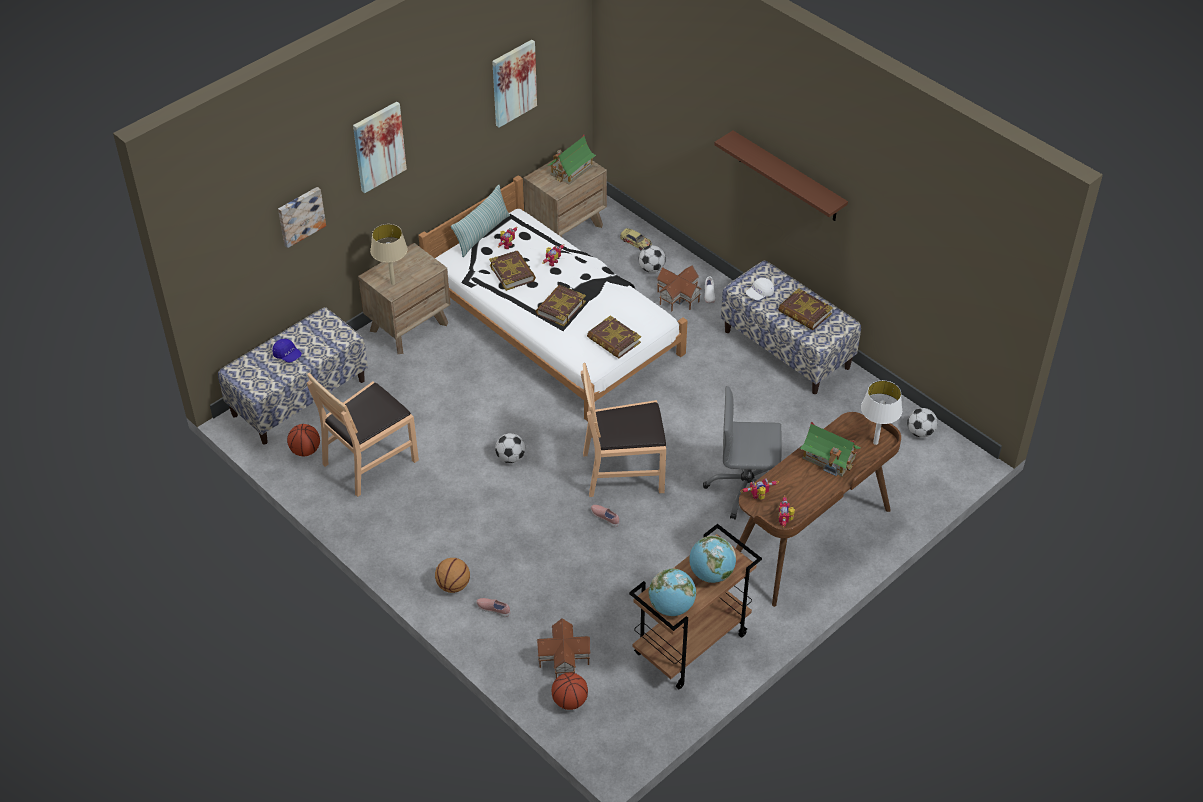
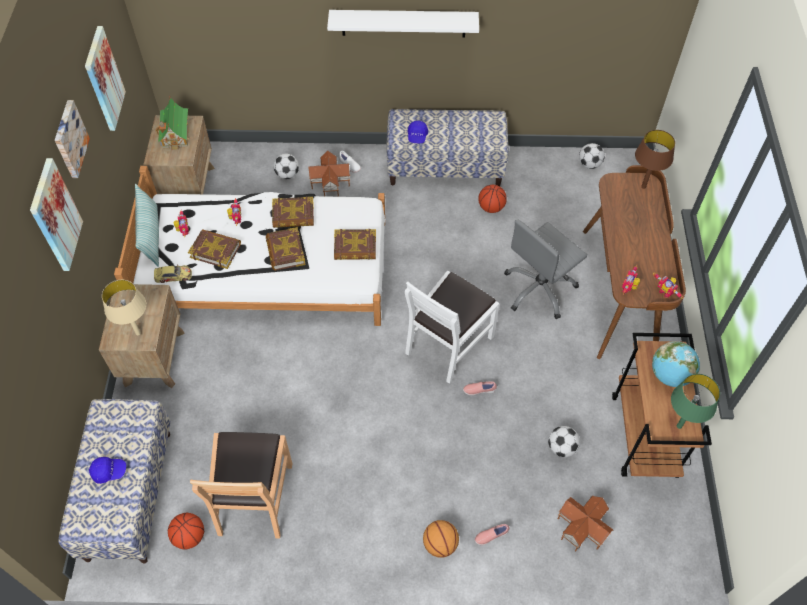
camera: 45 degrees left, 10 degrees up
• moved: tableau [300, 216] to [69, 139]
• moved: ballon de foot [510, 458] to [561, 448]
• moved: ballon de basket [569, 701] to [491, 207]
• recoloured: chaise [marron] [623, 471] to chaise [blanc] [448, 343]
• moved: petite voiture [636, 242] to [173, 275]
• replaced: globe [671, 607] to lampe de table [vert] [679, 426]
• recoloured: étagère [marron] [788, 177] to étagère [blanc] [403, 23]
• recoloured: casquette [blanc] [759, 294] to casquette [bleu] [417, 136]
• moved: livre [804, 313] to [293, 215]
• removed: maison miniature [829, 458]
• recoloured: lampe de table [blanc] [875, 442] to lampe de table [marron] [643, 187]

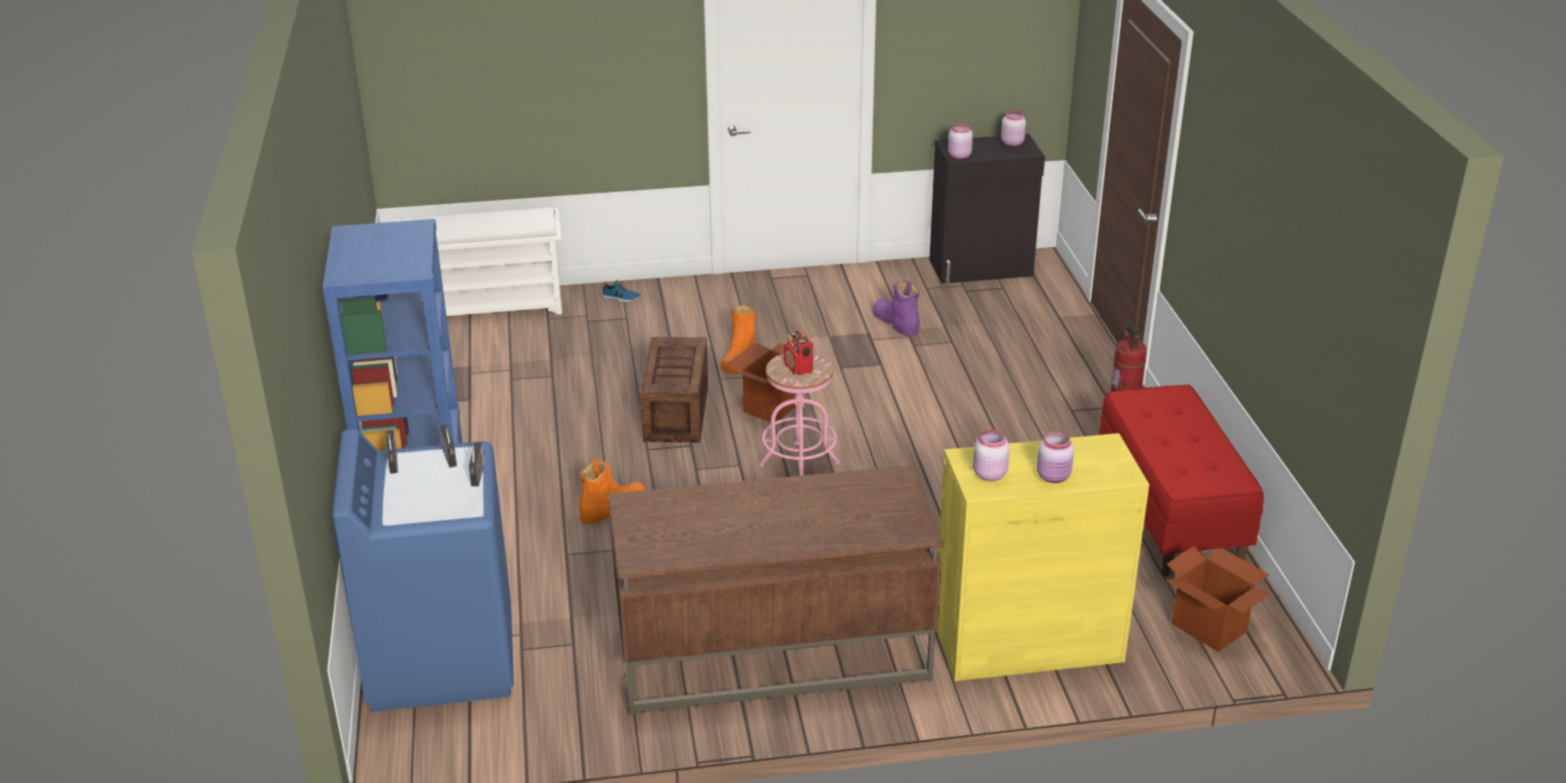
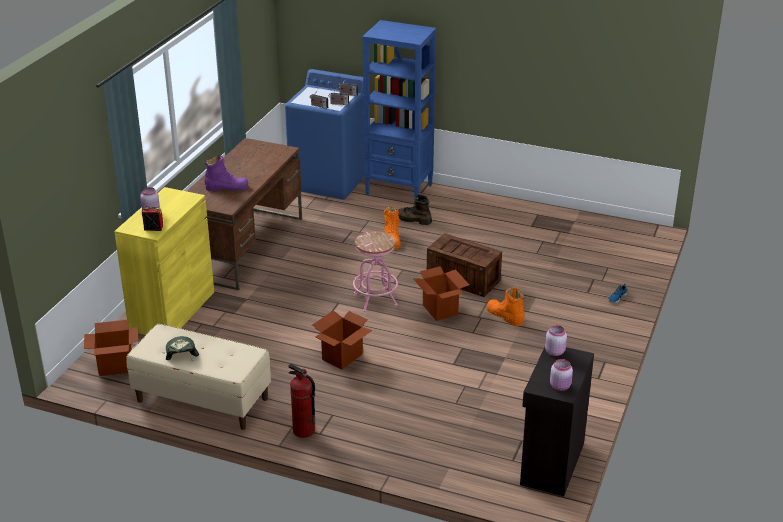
camera: 120 degrees right, 0 degrees up
• removed: étagère à chaussures [blanc] [488, 307]
• moved: radio [798, 368] to [153, 228]
• moved: botte [violet] [895, 322] to [227, 187]
• removed: bocal [rose] [988, 474]
• recoloured: banc [rouge] [1171, 515] to banc [beige] [202, 400]
• added: casquette [180, 352]
• added: carton [342, 357]
• added: botte [marron] [413, 220]

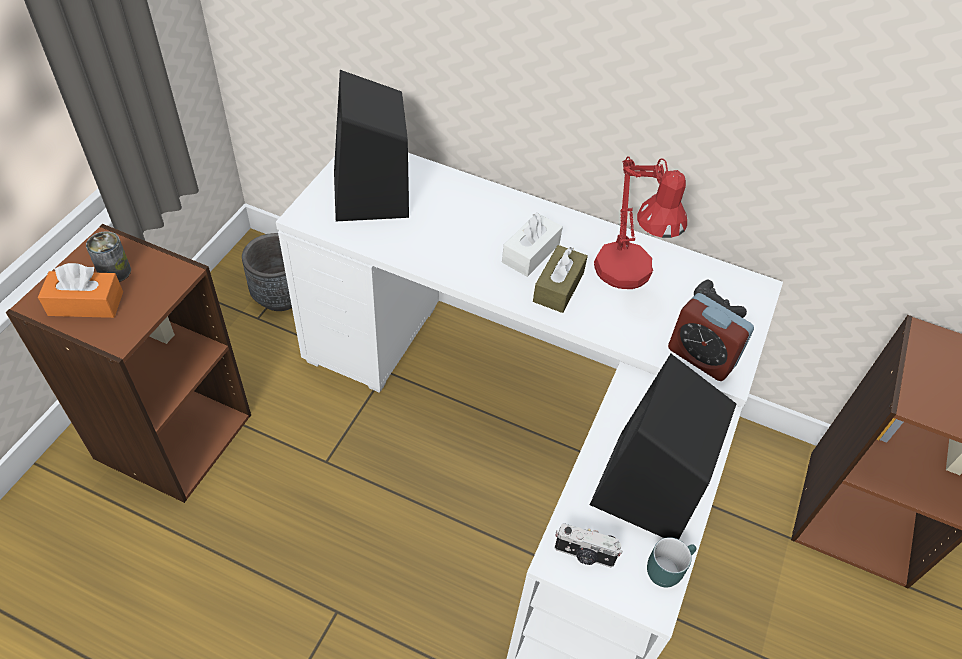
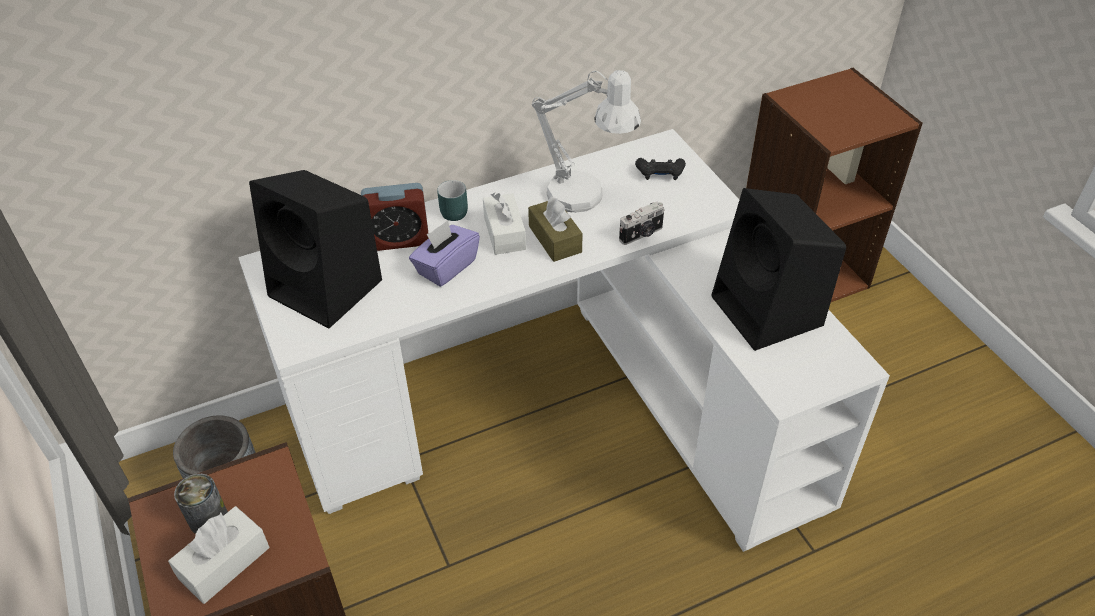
camera: 45 degrees left, 5 degrees down
• recoloured: boîte à mouchoirs [orange] [86, 303] to boîte à mouchoirs [blanc] [224, 563]
• moved: appareil photo [584, 555] to [642, 235]
• recoloured: lampe de table [rouge] [627, 277] to lampe de table [blanc] [586, 198]
• moved: mug [turquoise] [666, 567] to [453, 210]
• moved: réveil [701, 357] to [399, 239]
• added: boîte à mouchoirs [violet] [446, 267]

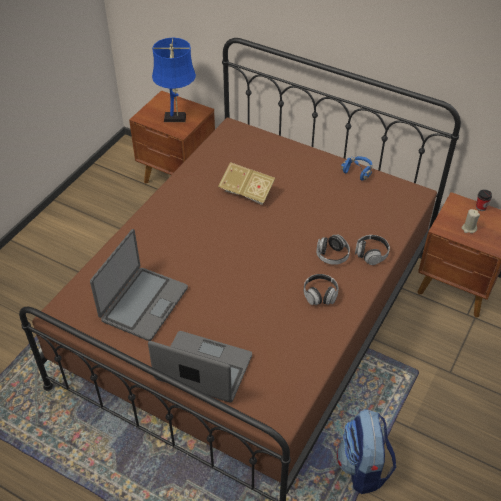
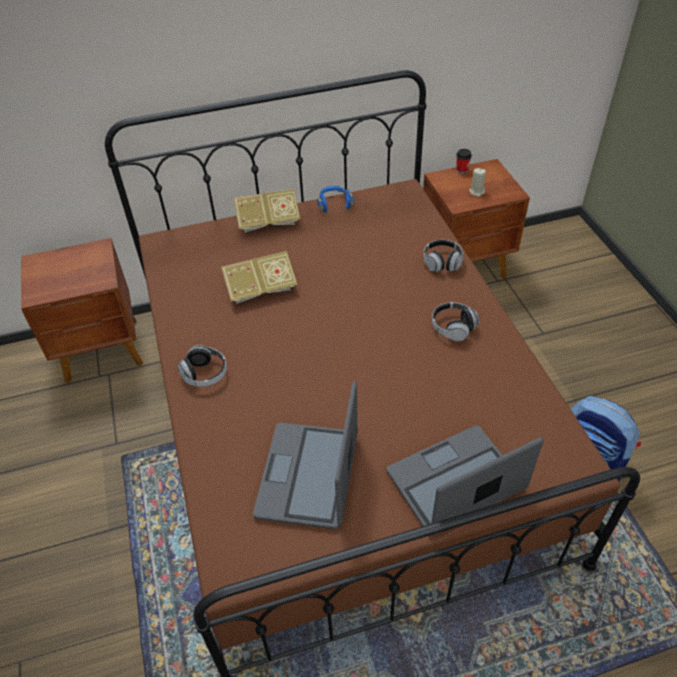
camera: 45 degrees left, 0 degrees up
• turned: ordinateur portable [143, 304] = [309, 475] 150 degrees counterclockwise
• removed: lampe de table [bleu] [177, 118]
• moved: casque audio [332, 256] to [205, 374]
• added: livre [268, 222]

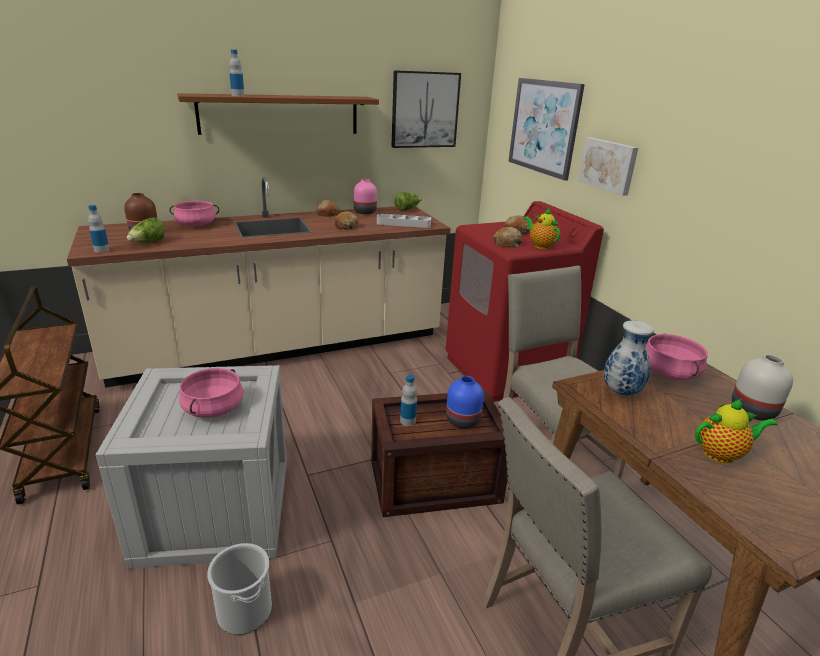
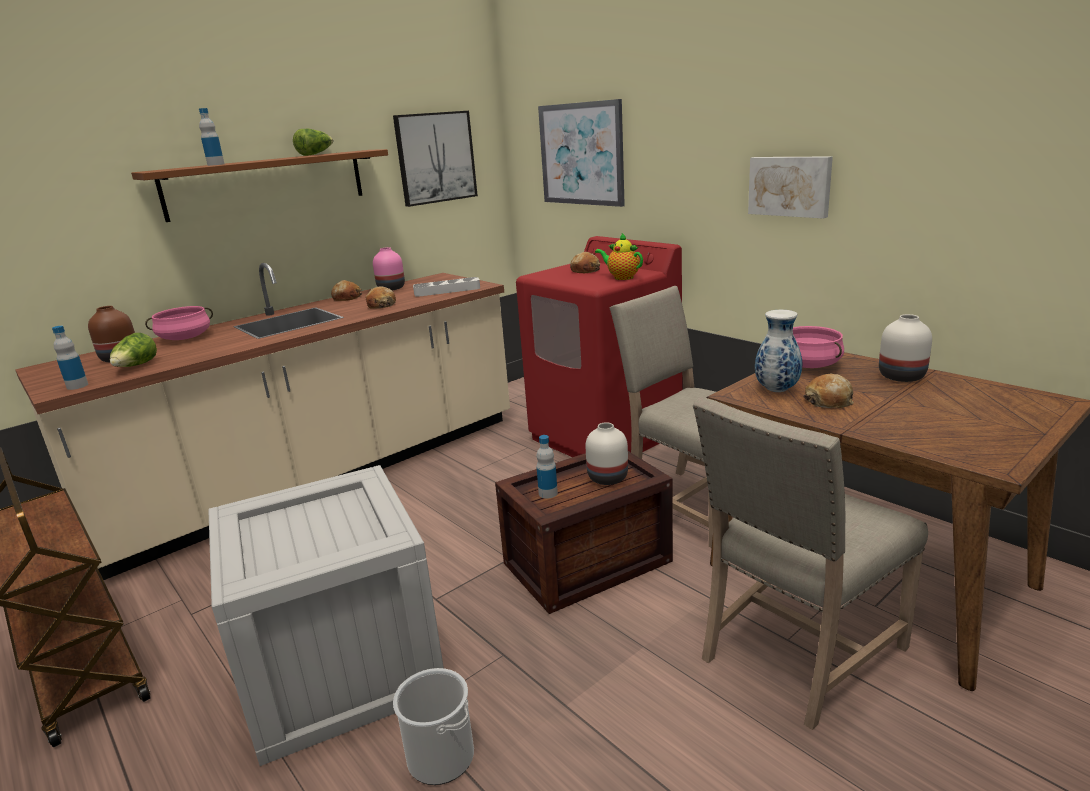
camera: 15 degrees left, 5 degrees down
• removed: marmite [rose] [214, 409]
• moved: laitue [407, 209] to [315, 154]
• recoloured: vase [bleu] [462, 420] to vase [blanc] [607, 477]
• moved: pain [507, 243] to [829, 401]
• moved: tableau [608, 165] to [790, 186]
• removed: théière [722, 454]

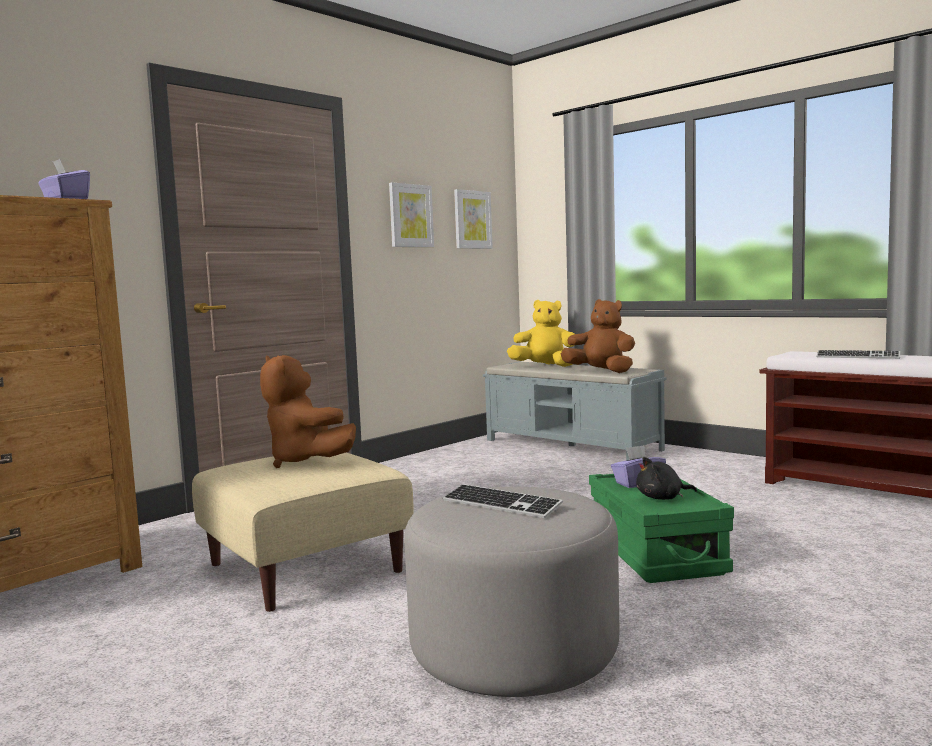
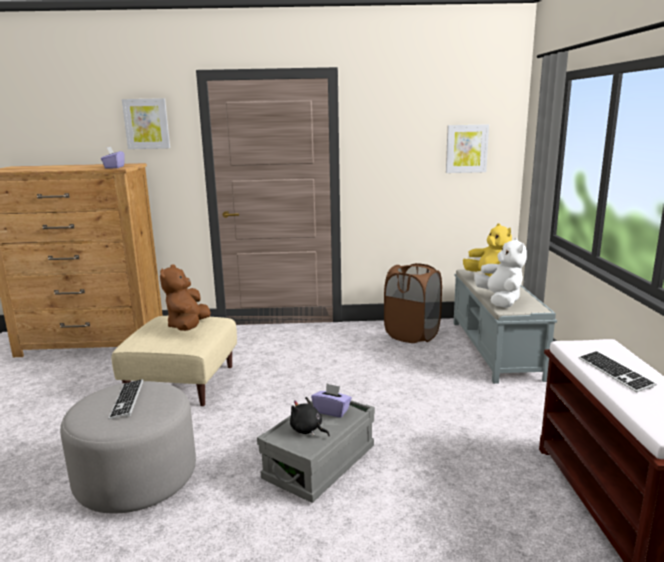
camera: 45 degrees right, 10 degrees up
• moved: tableau [410, 216] to [146, 124]
• recoloured: peluche [marron] [601, 372] to peluche [blanc] [500, 300]
• recoloured: boîte de rangement [vert] [656, 552] to boîte de rangement [gris] [319, 463]
• added: panier à linge [marron] [412, 335]

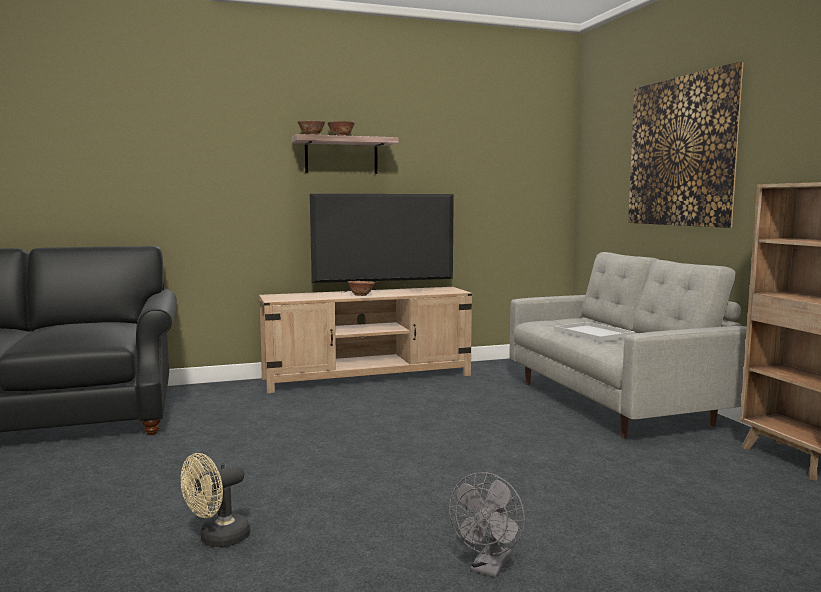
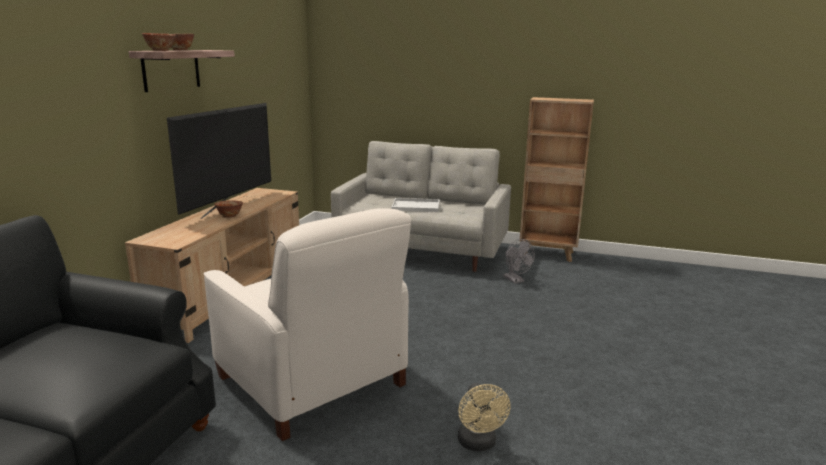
camera: 55 degrees left, 10 degrees up
• moved: ventilateur [gris] [489, 568] to [516, 280]
• removed: tableau [681, 152]
• added: fauteuil [blanc] [312, 381]

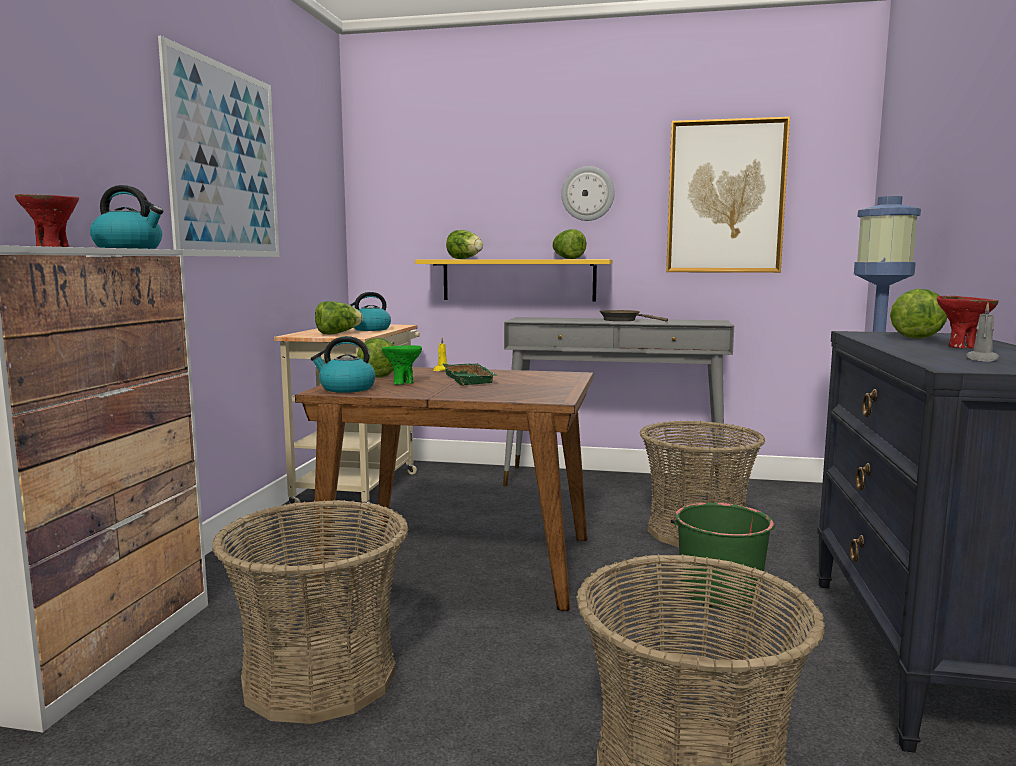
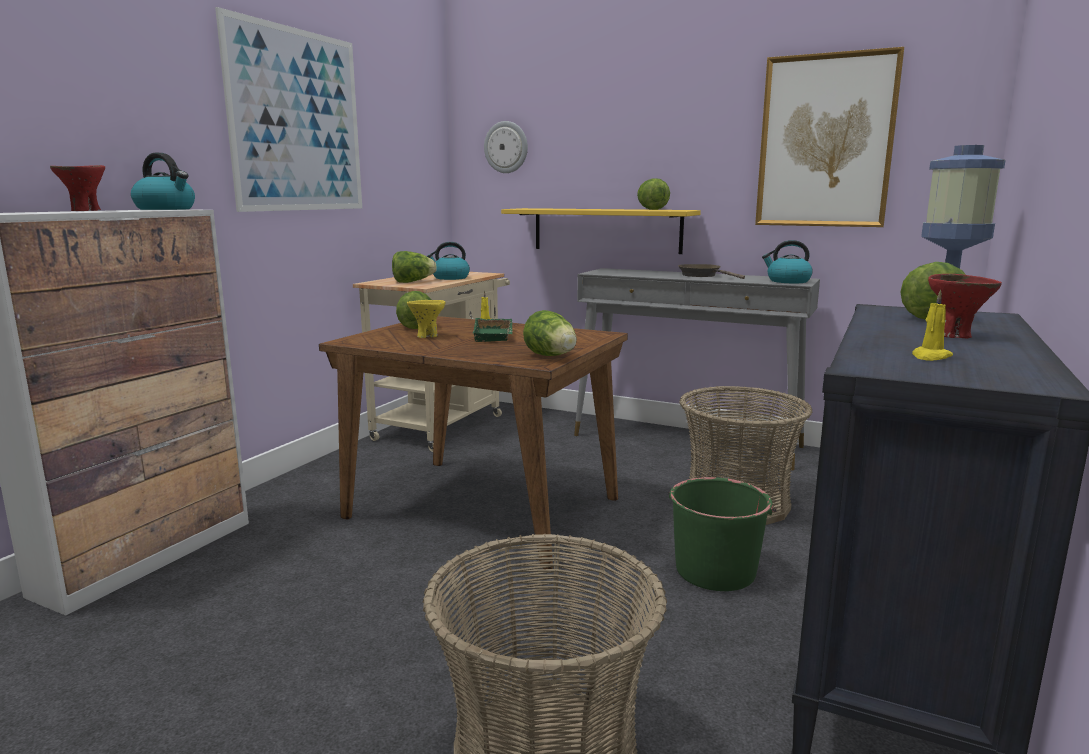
camera: 15 degrees right, 5 degrees up
• removed: panier [319, 677]
• moved: bouilloire [346, 389] to [787, 281]
• recoloured: bol [vert] [402, 383] to bol [jaune] [427, 336]
• moved: laitue [465, 259] to [552, 356]
• moved: horloge murale [587, 193] to [506, 147]
• recoloured: bougie [gris] [981, 359] to bougie [jaune] [930, 357]

